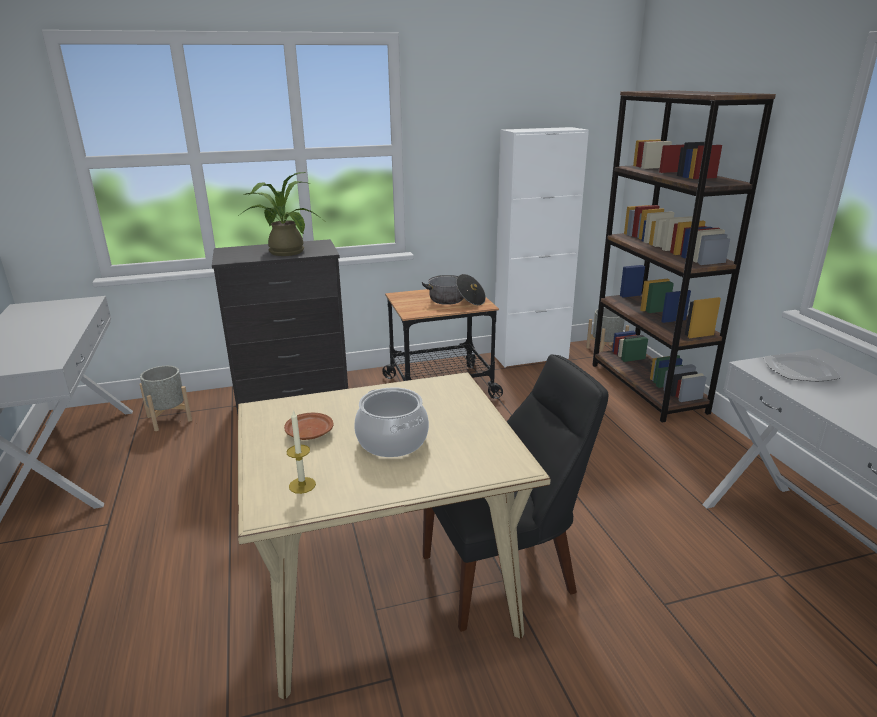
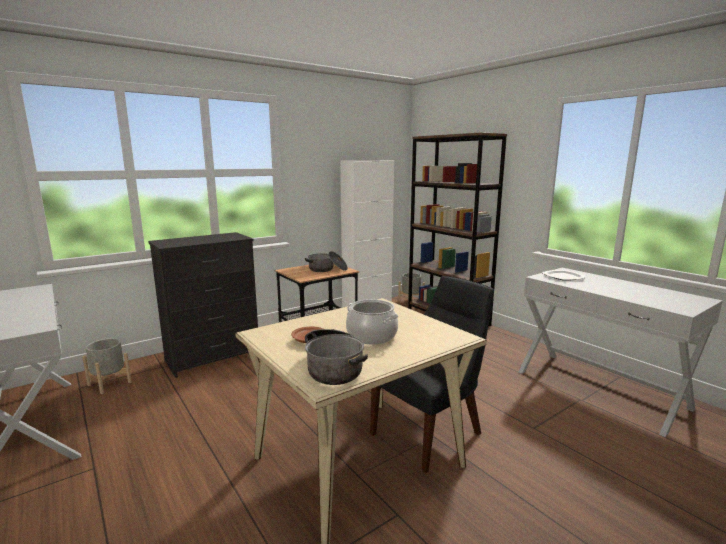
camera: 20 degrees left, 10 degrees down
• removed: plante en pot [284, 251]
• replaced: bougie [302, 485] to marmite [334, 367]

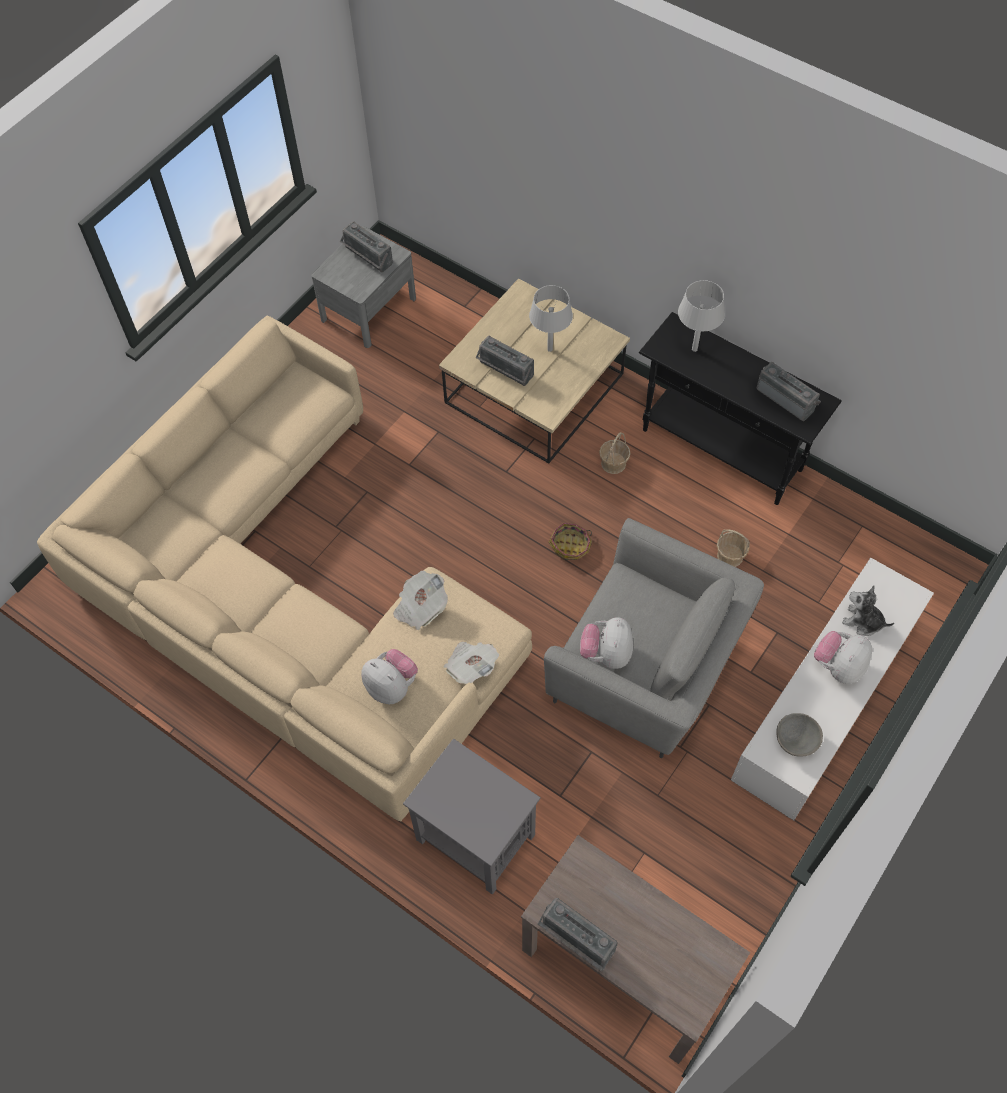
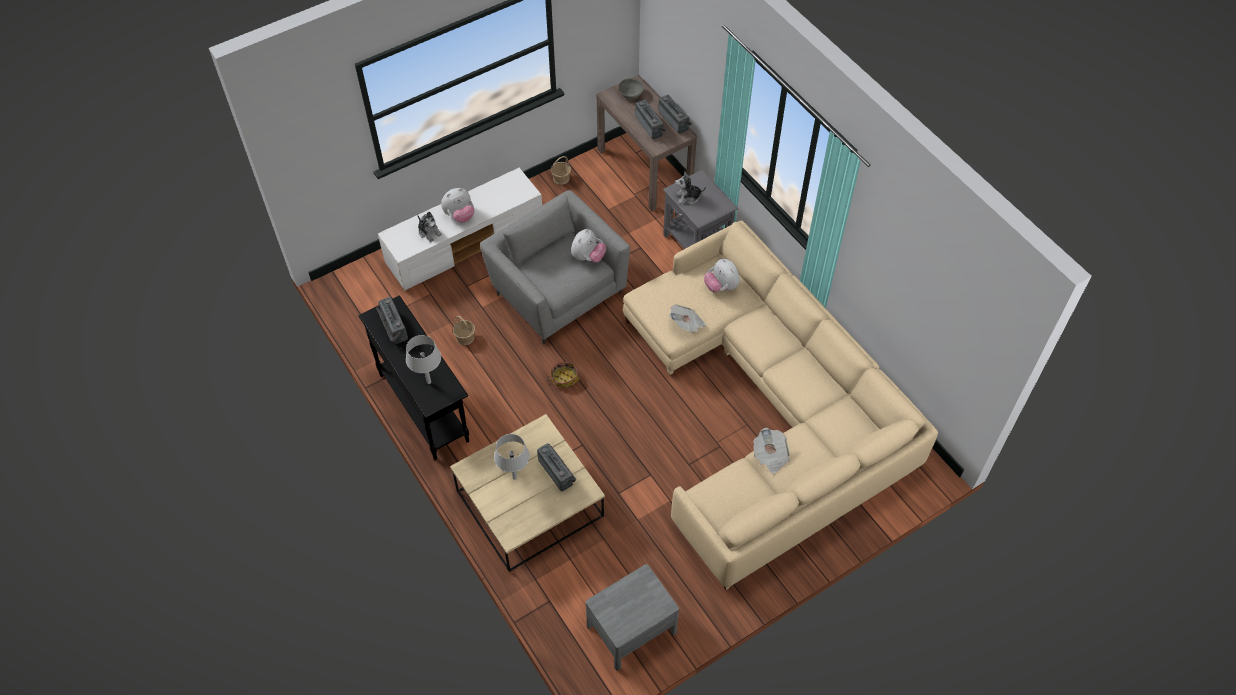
camera: 160 degrees left, 5 degrees down
• moved: radio [366, 257] to [650, 125]
• moved: journal [471, 666] to [770, 456]
• moved: panier [613, 463] to [561, 178]
• moved: bol [gris] [796, 739] to [631, 94]
• added: peluche [688, 197]

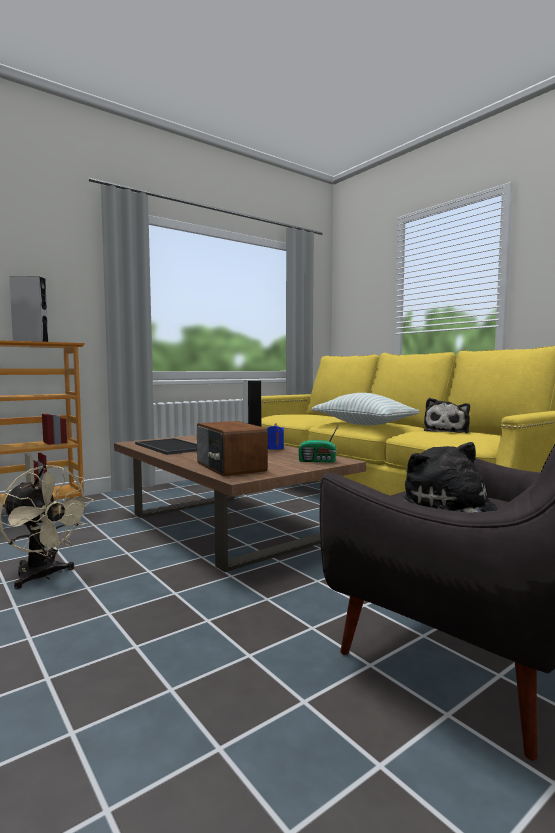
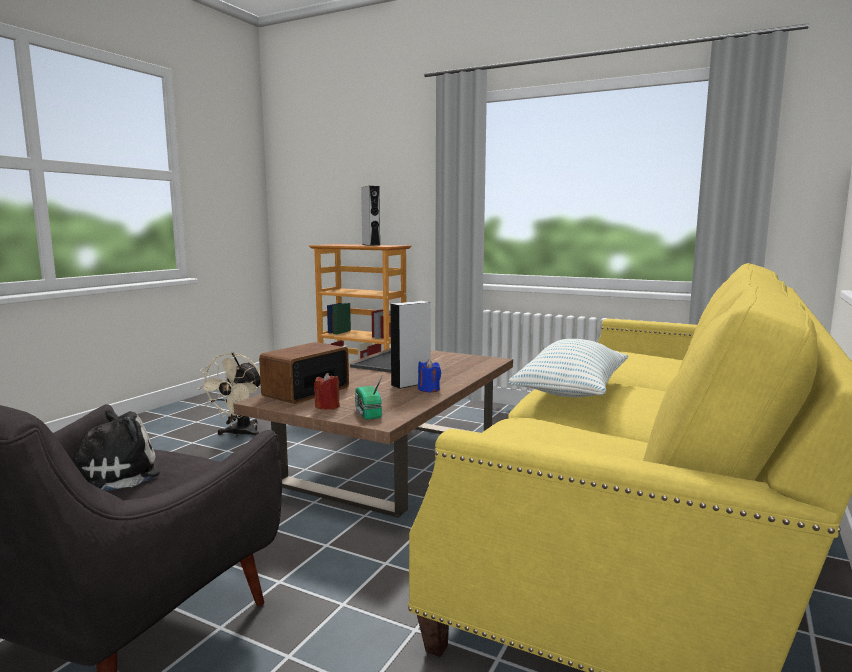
camera: 65 degrees right, 5 degrees up
• removed: peluche [447, 431]
• added: bougie [rouge] [327, 406]

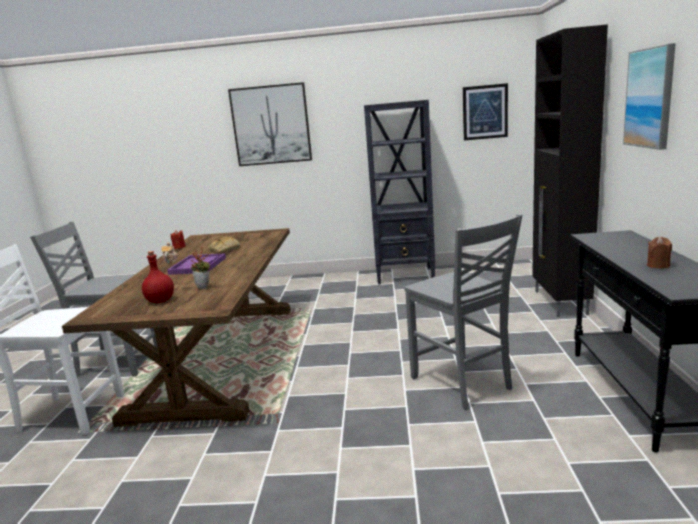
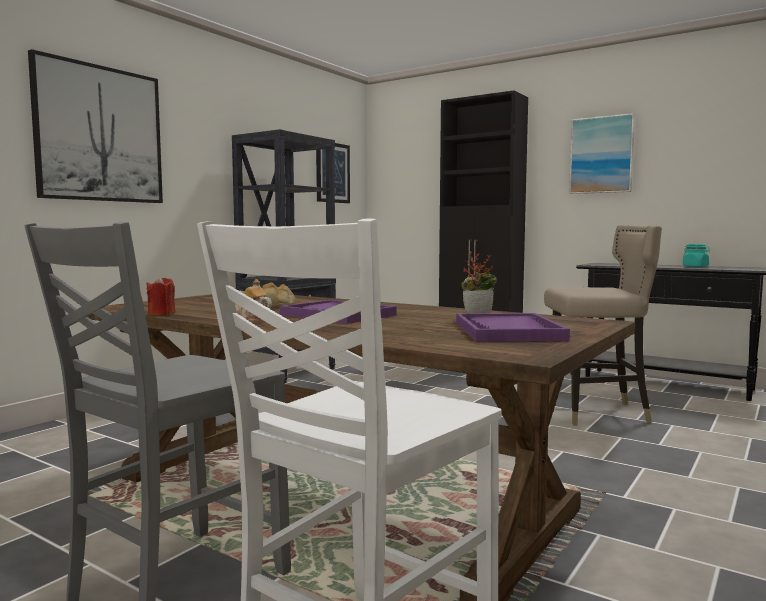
camera: 60 degrees left, 10 degrees down
• replaced: bouteille [rouge] [160, 301] to plateau [violet] [508, 331]
• replaced: chaise [gris] [462, 383] to tabouret [beige] [597, 413]
• replaced: bougie [marron] [658, 265] to bocal [turquoise] [695, 266]

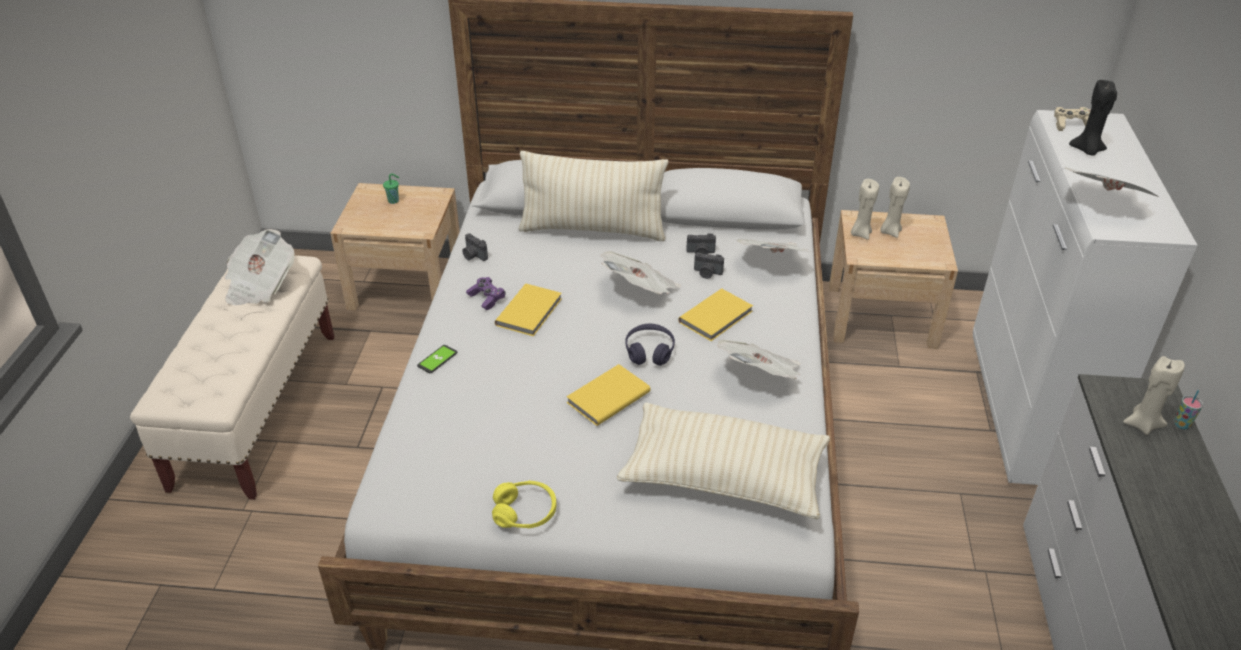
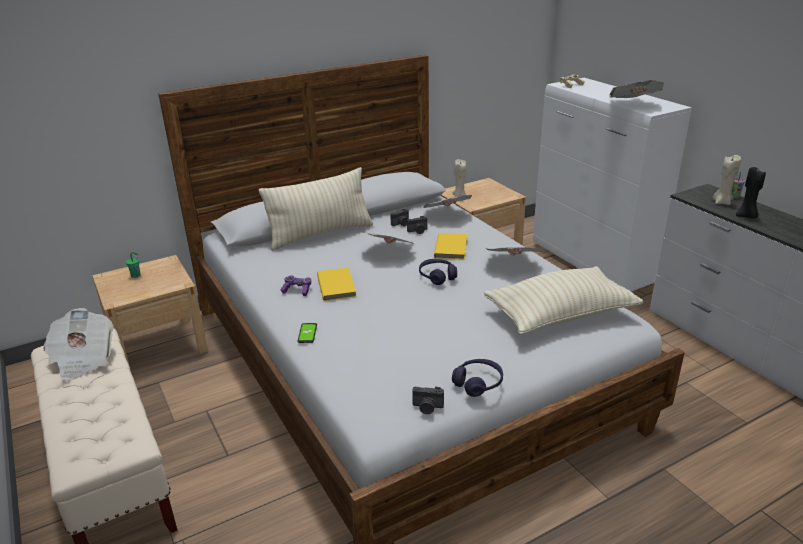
camera: 35 degrees left, 10 degrees down
• moved: appareil photo [473, 256] to [427, 407]
• recoloured: casque audio [jaune] [525, 512] to casque audio [violet] [478, 383]
• removed: livre [jaune] [606, 397]
• removed: bougie [beige] [890, 231]
• moved: bougie [noir] [1087, 150] to [746, 216]

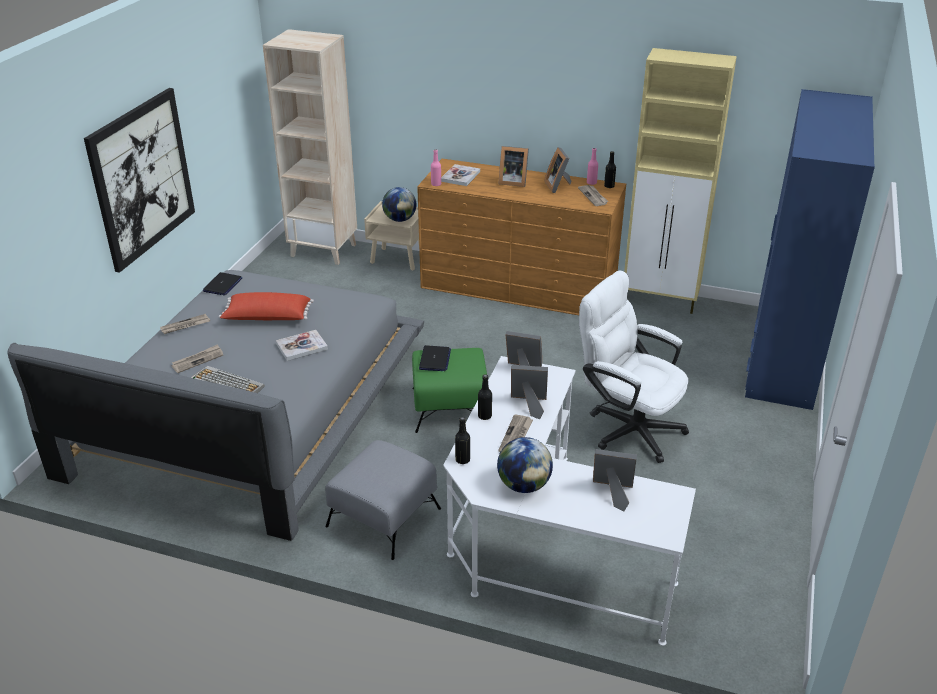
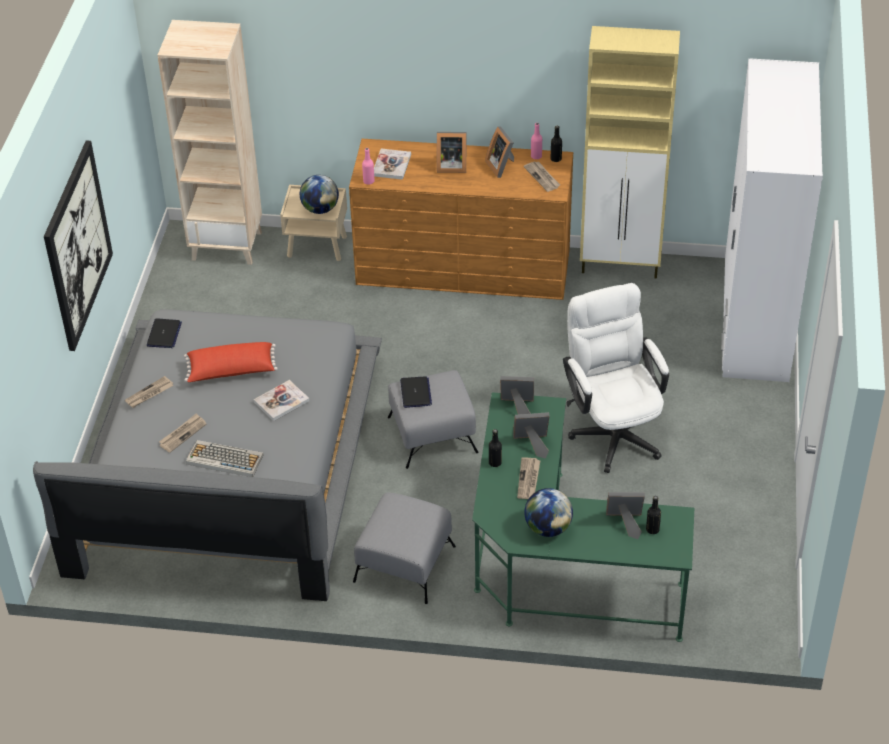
camera: 10 degrees left, 10 degrees up
• recoloured: pouf [vert] [449, 407] to pouf [gris] [431, 434]
• recoloured: bureau [blanc] [542, 544] to bureau [vert] [558, 566]
• moved: bouteille [noir] [462, 460] to [652, 529]
• turned: chaise de bureau [blanc] [627, 427] = [613, 430] 45 degrees clockwise
• recoloured: armoire [bleu] [782, 356] to armoire [blanc] [755, 320]

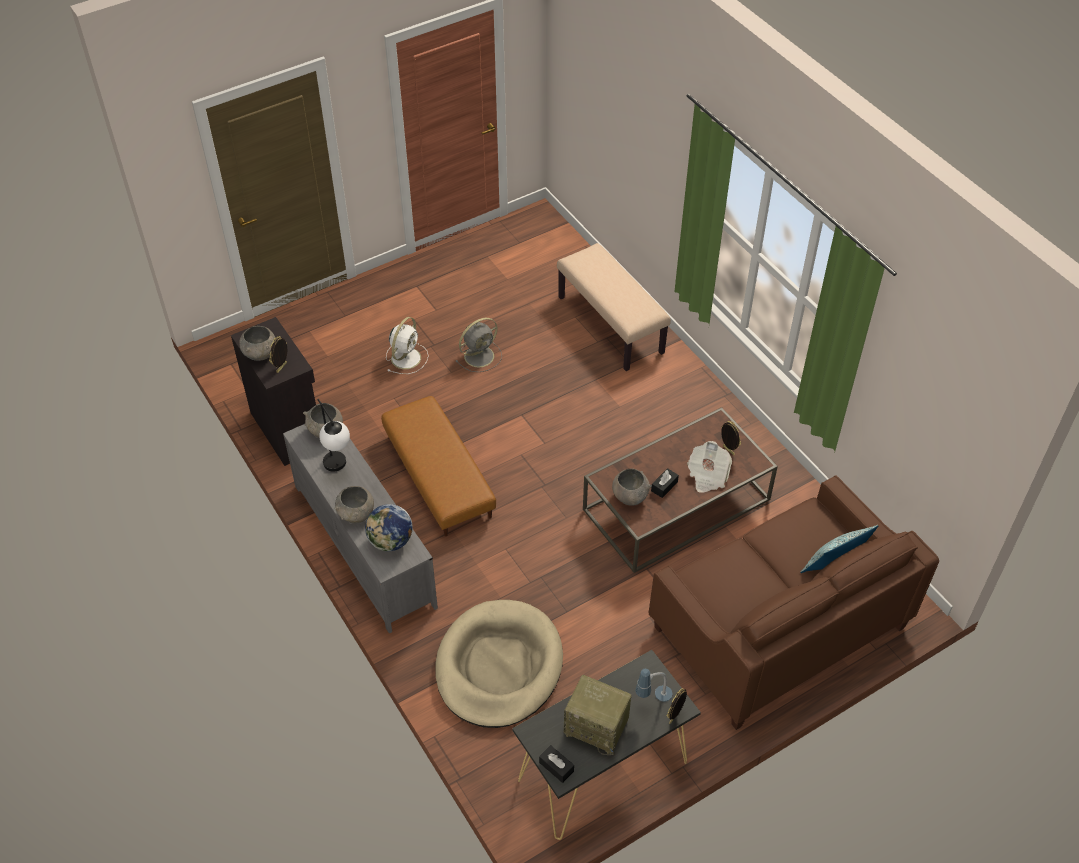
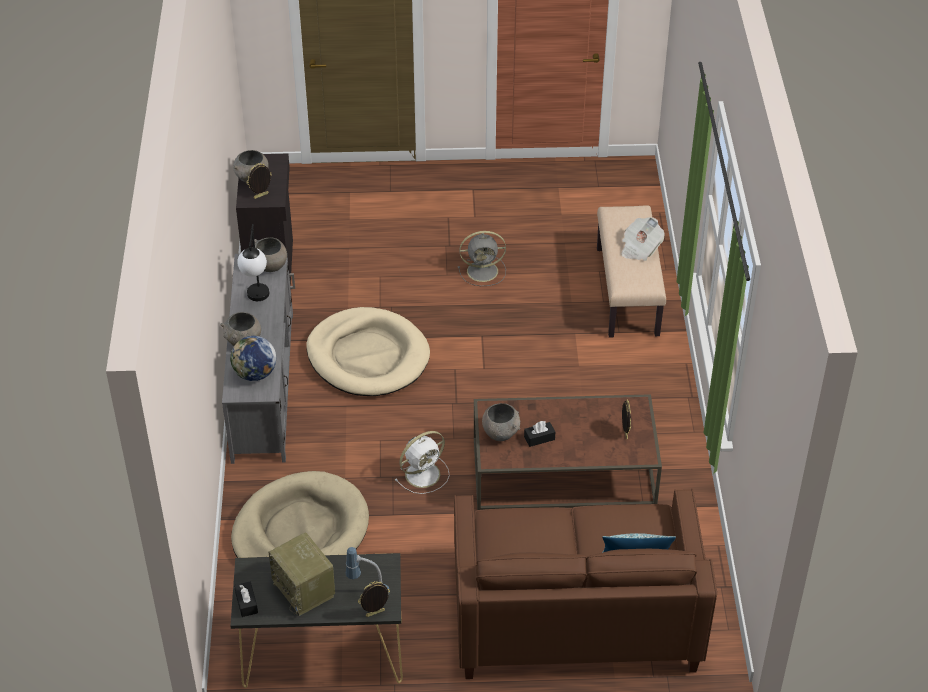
camera: 30 degrees right, 5 degrees down
• replaced: pouf [marron] [438, 476] to panier pour chien [beige] [368, 356]
• moved: ventilateur [blanc] [406, 357] to [424, 473]
• moved: journal [707, 475] to [640, 248]

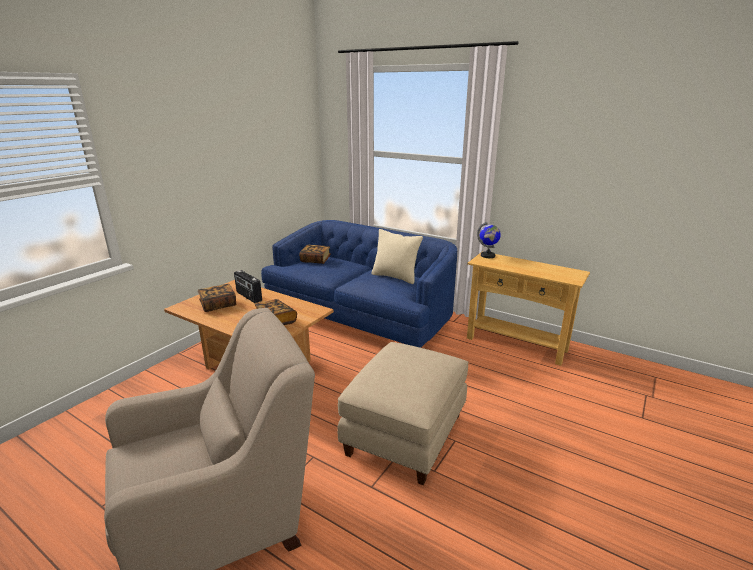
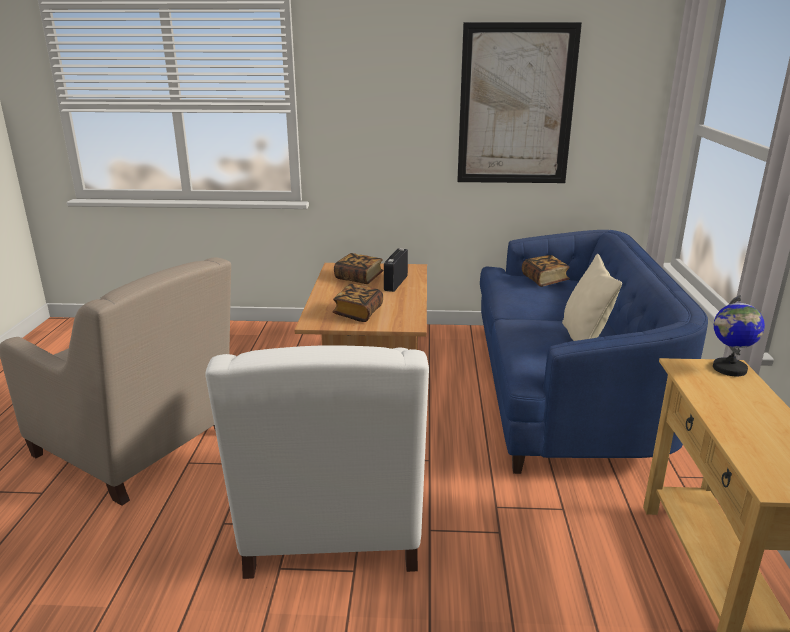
camera: 60 degrees right, 0 degrees up
• replaced: pouf [beige] [406, 435] to fauteuil [blanc] [332, 520]
• added: tableau [516, 105]

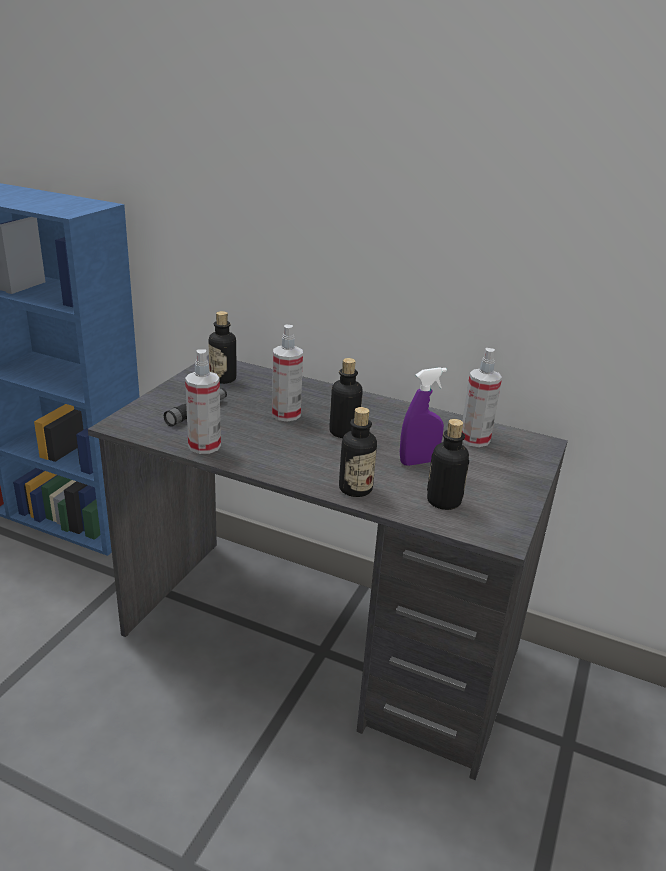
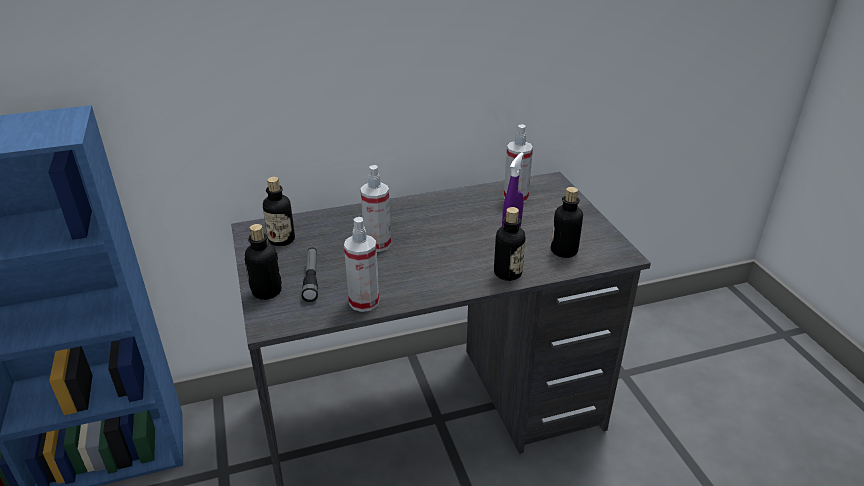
camera: 40 degrees left, 5 degrees up
• moved: bouteille [344, 432] to [267, 291]

